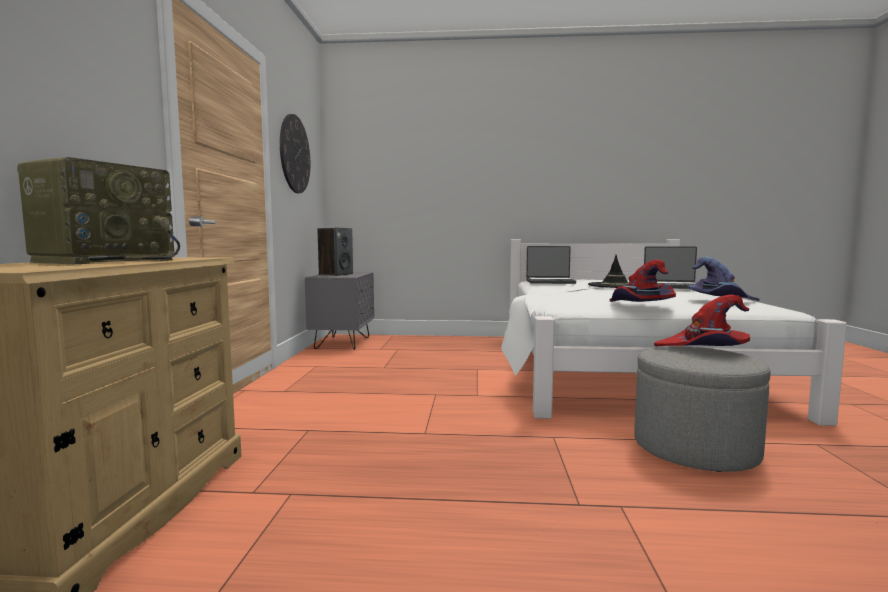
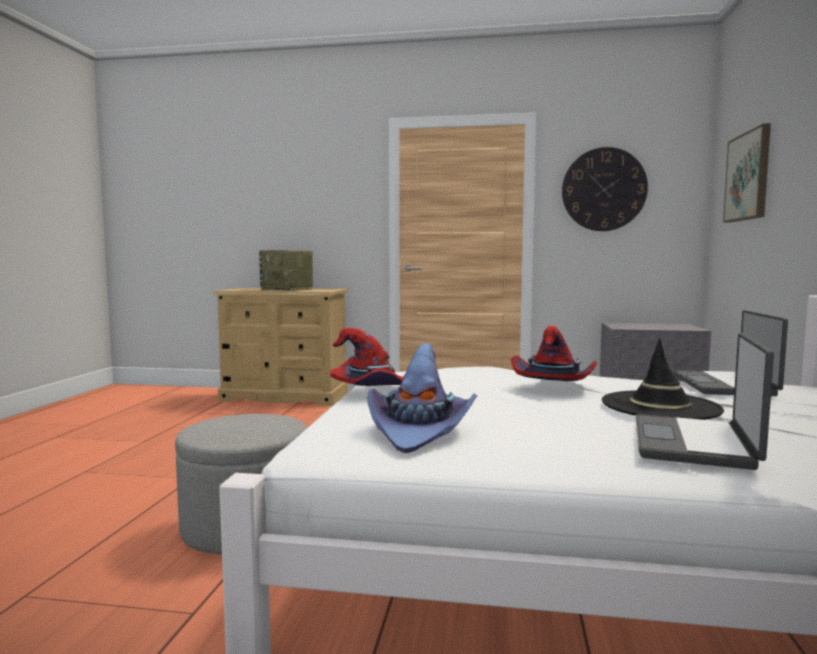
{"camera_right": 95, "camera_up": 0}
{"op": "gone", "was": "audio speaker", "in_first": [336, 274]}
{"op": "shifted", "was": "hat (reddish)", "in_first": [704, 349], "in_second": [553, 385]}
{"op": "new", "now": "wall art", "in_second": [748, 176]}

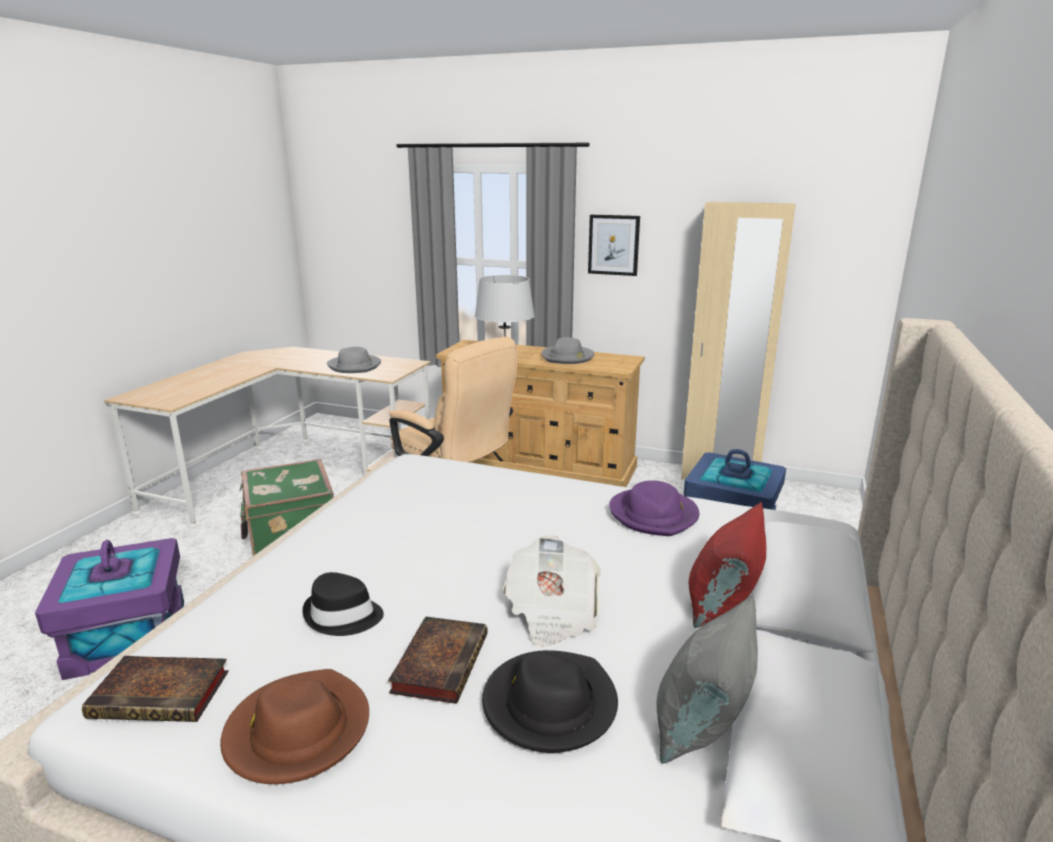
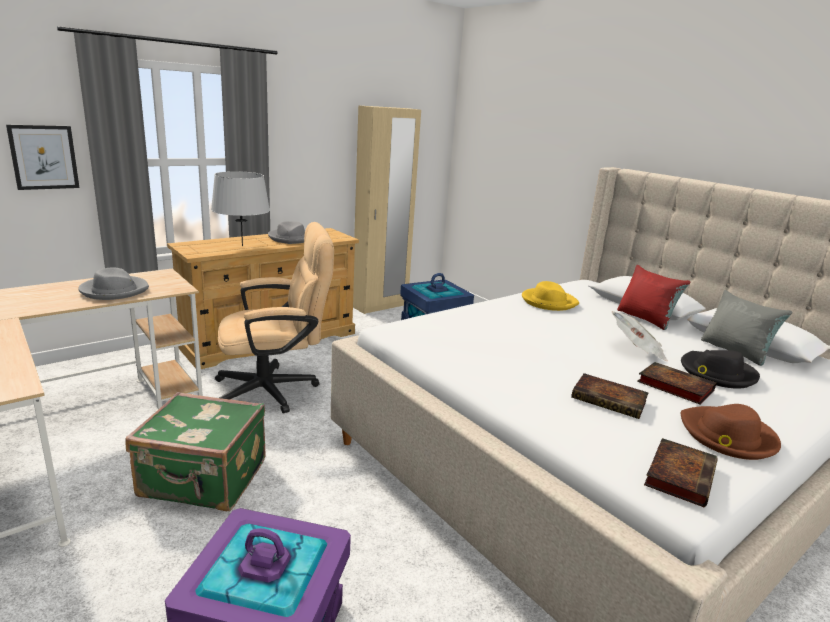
{"camera_right": -60, "camera_up": 0}
{"op": "swapped", "was": "hat (blackish)", "now": "volume", "in_first": [343, 616], "in_second": [610, 400]}
{"op": "shifted", "was": "wall art", "in_first": [613, 245], "in_second": [44, 157]}
{"op": "repainted", "was": "hat (purple)", "now": "hat (yellow)", "in_first": [654, 515], "in_second": [548, 302]}

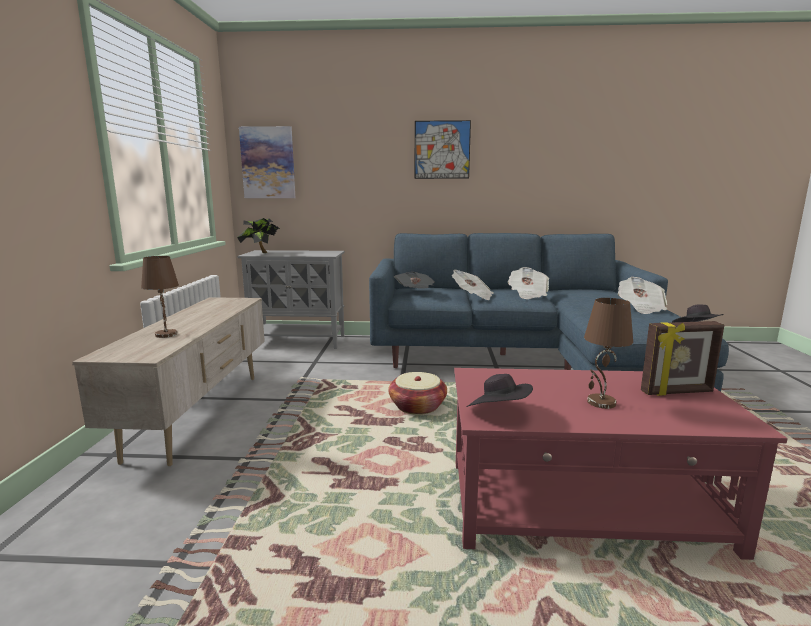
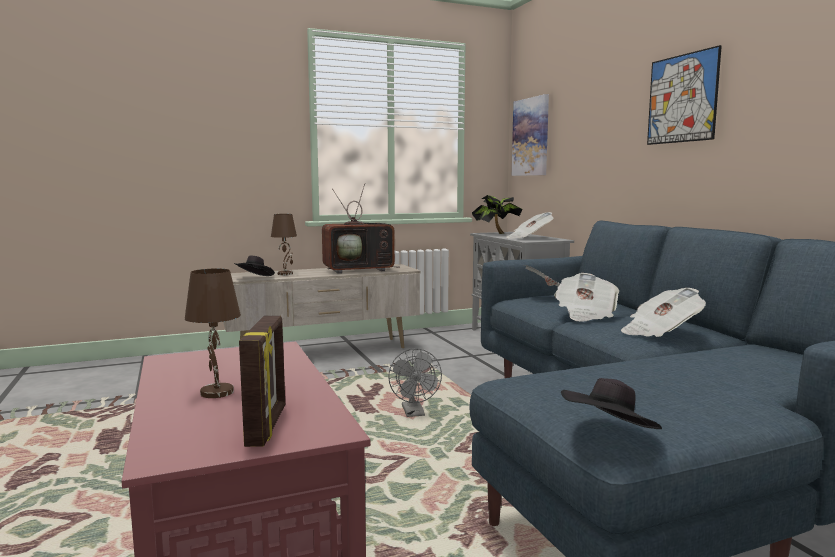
{"camera_right": 65, "camera_up": -5}
{"op": "swapped", "was": "basket", "now": "fan (gray)", "in_first": [417, 406], "in_second": [414, 413]}
{"op": "shifted", "was": "hat (blackish)", "in_first": [499, 412], "in_second": [255, 278]}
{"op": "shifted", "was": "daily paper", "in_first": [640, 308], "in_second": [529, 238]}
{"op": "rotated", "was": "standing frame", "in_first": [677, 392], "in_second": [268, 426], "clockwise": -150}
{"op": "new", "now": "television", "in_second": [360, 270]}

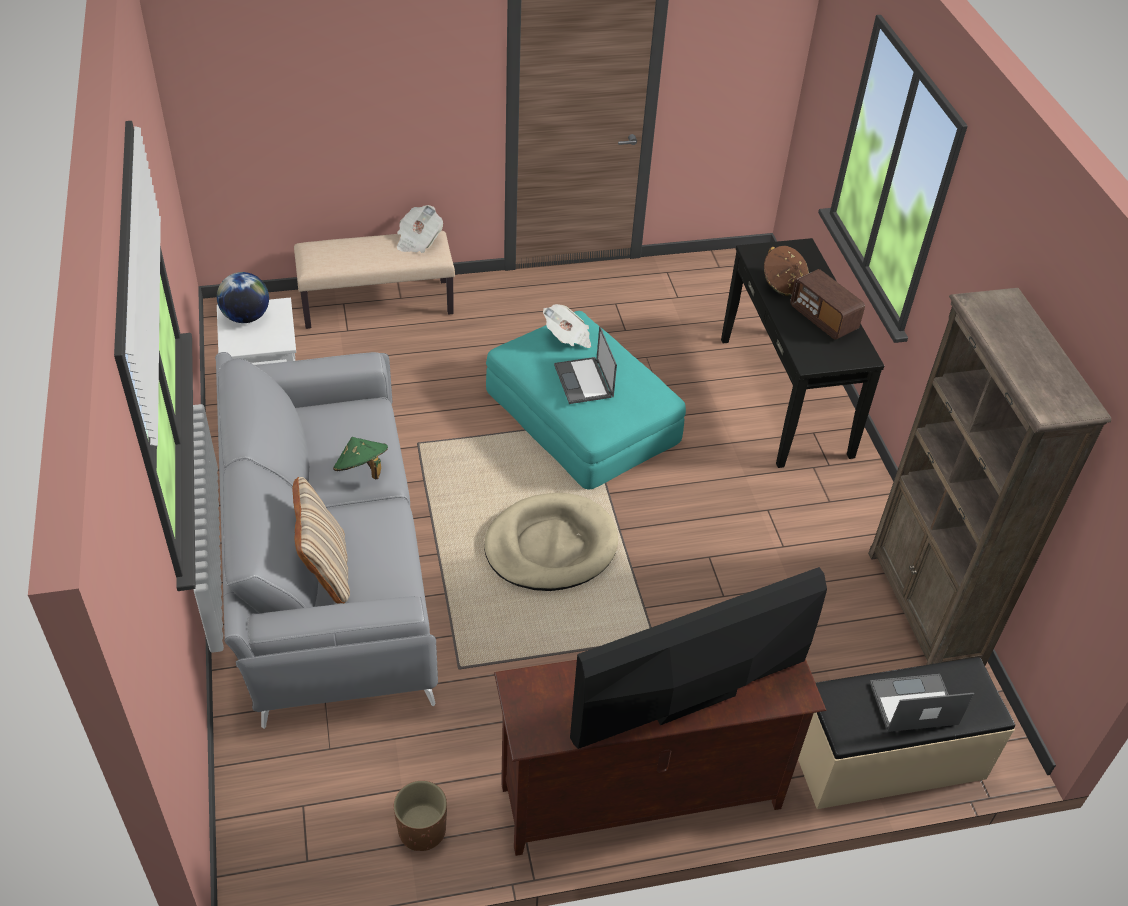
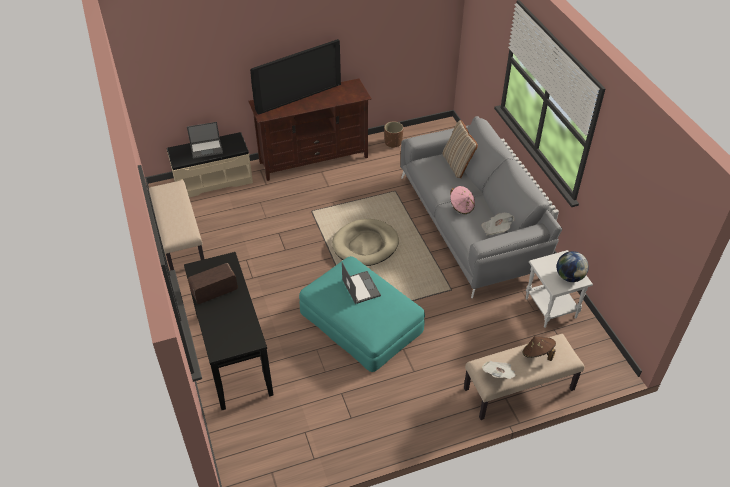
{"camera_right": 175, "camera_up": 0}
{"op": "repainted", "was": "hat (green-coloured)", "now": "hat (pink)", "in_first": [362, 470], "in_second": [461, 206]}
{"op": "shifted", "was": "daily paper", "in_first": [568, 337], "in_second": [496, 229]}
{"op": "shifted", "was": "hat (brown)", "in_first": [783, 284], "in_second": [537, 354]}
{"op": "rotated", "was": "radio set", "in_first": [823, 319], "in_second": [214, 291], "clockwise": -75}
{"op": "swapped", "was": "shelving unit (brown)", "now": "long seat (sand-coloured)", "in_first": [924, 609], "in_second": [179, 238]}

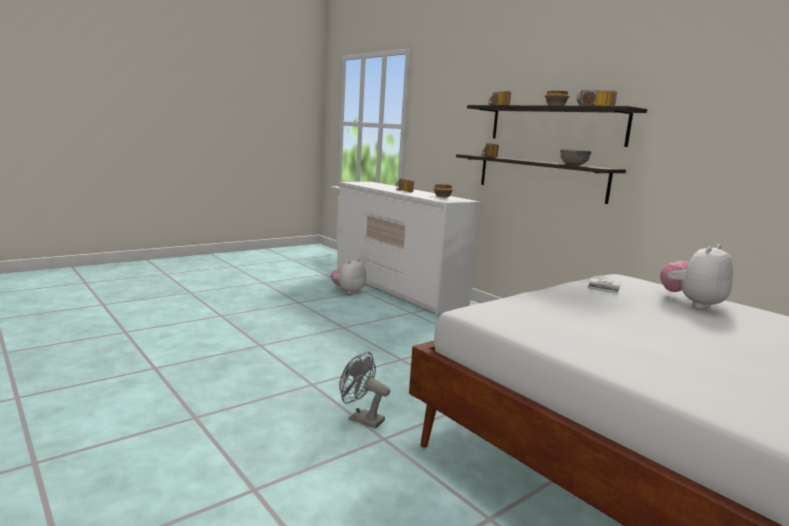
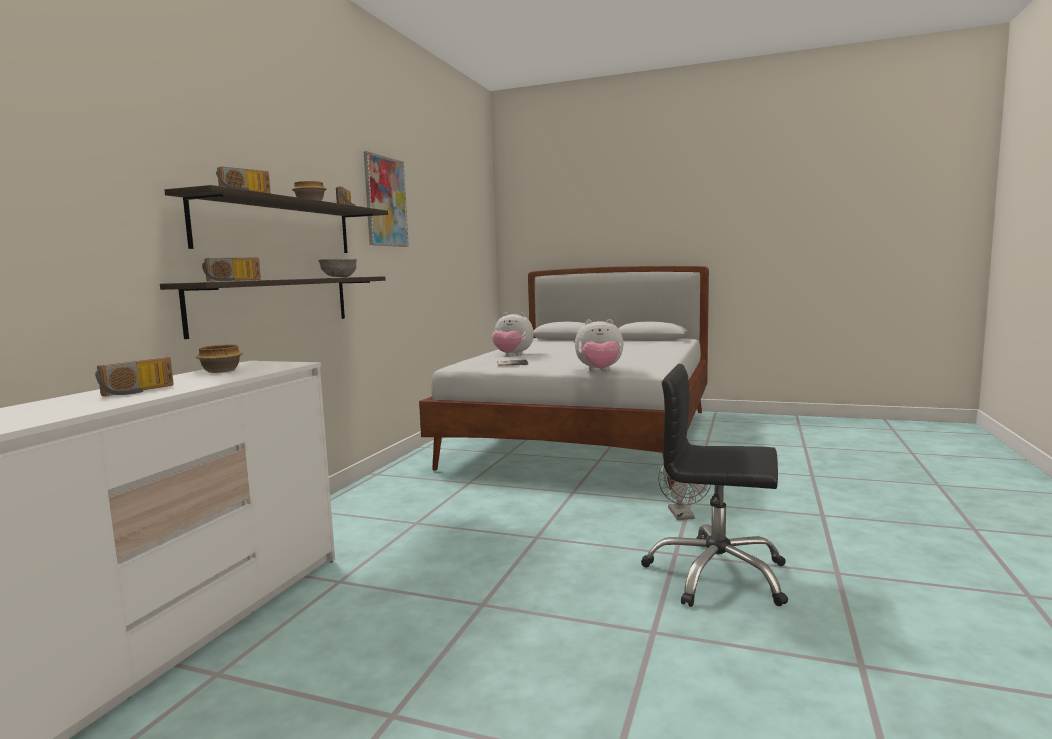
{"camera_right": -120, "camera_up": -5}
{"op": "shifted", "was": "plush toy", "in_first": [348, 291], "in_second": [599, 371]}
{"op": "new", "now": "wall art", "in_second": [385, 202]}
{"op": "new", "now": "desk chair (blackish)", "in_second": [717, 575]}

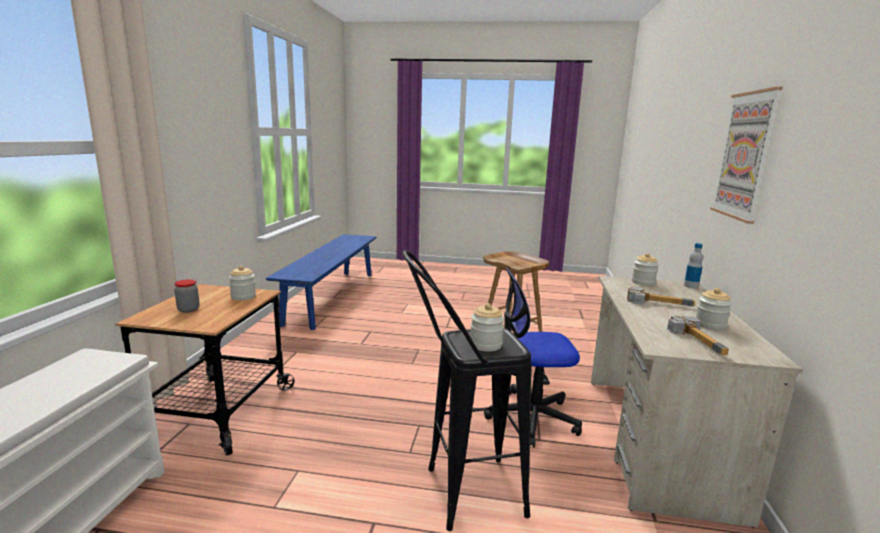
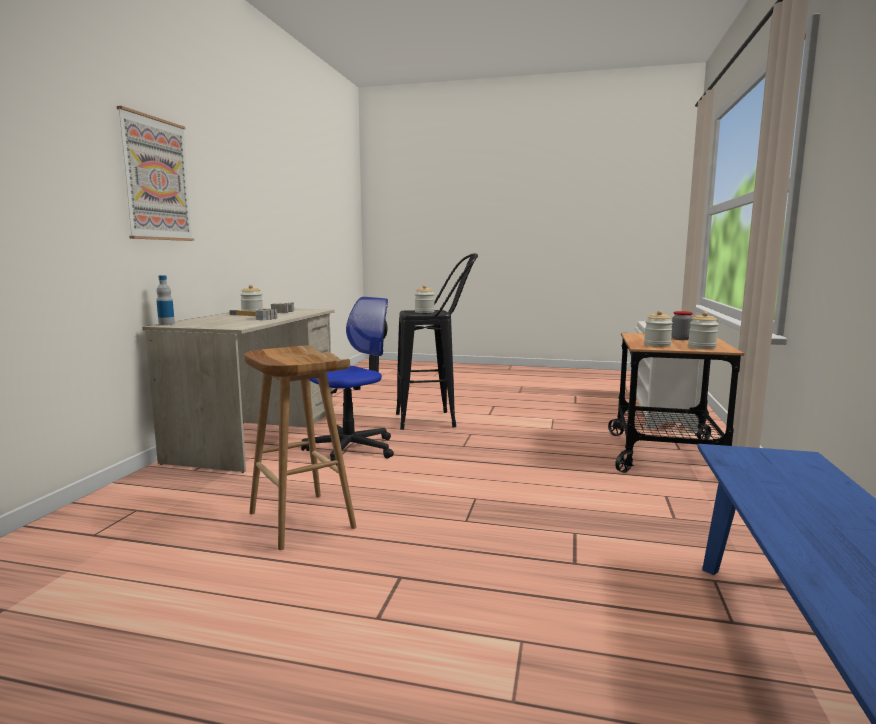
{"camera_right": -175, "camera_up": -5}
{"op": "rotated", "was": "desk chair", "in_first": [532, 417], "in_second": [351, 449], "clockwise": -45}
{"op": "shifted", "was": "storage jar", "in_first": [643, 282], "in_second": [702, 347]}

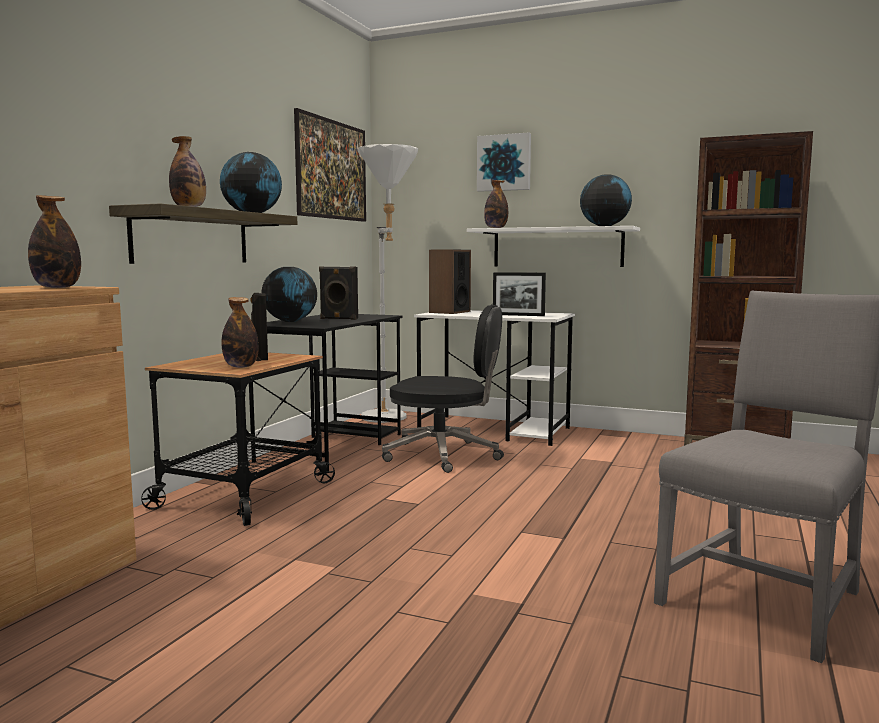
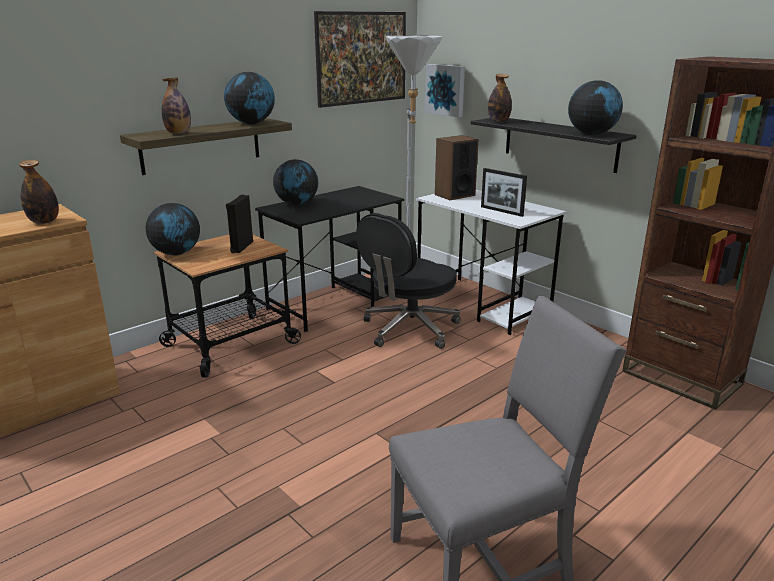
{"camera_right": 25, "camera_up": 15}
{"op": "gone", "was": "bottle", "in_first": [241, 366]}
{"op": "gone", "was": "audio speaker (blackish)", "in_first": [338, 319]}
{"op": "rotated", "was": "desk chair (blackish)", "in_first": [444, 455], "in_second": [409, 329], "clockwise": 90}
{"op": "repainted", "was": "bracket shelf (white-coloured)", "now": "bracket shelf (blackish)", "in_first": [557, 247], "in_second": [559, 143]}
{"op": "shifted", "was": "wall art", "in_first": [504, 163], "in_second": [445, 90]}
{"op": "new", "now": "desk globe", "in_second": [176, 253]}

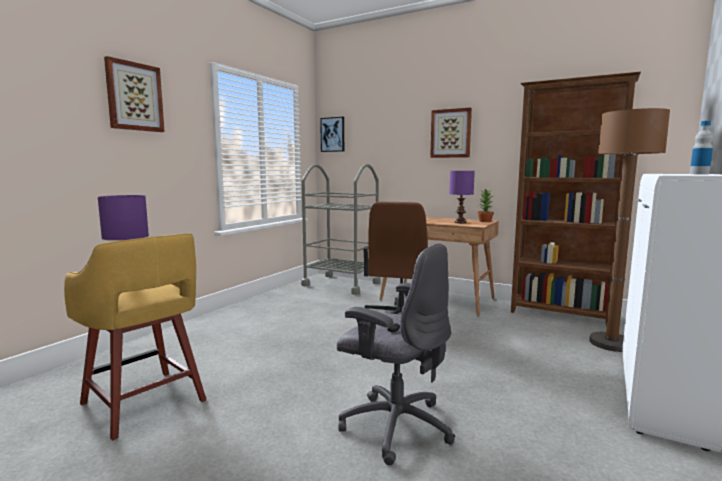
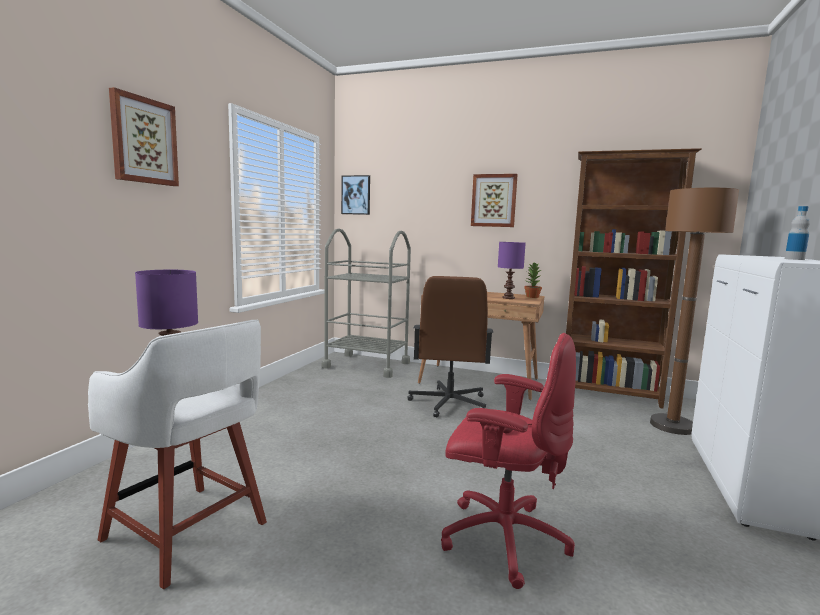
{"camera_right": -10, "camera_up": 0}
{"op": "repainted", "was": "stool seat (yellow)", "now": "stool seat (white-coloured)", "in_first": [144, 404], "in_second": [187, 533]}
{"op": "repainted", "was": "desk chair (gray)", "now": "desk chair (reddish)", "in_first": [395, 425], "in_second": [502, 537]}

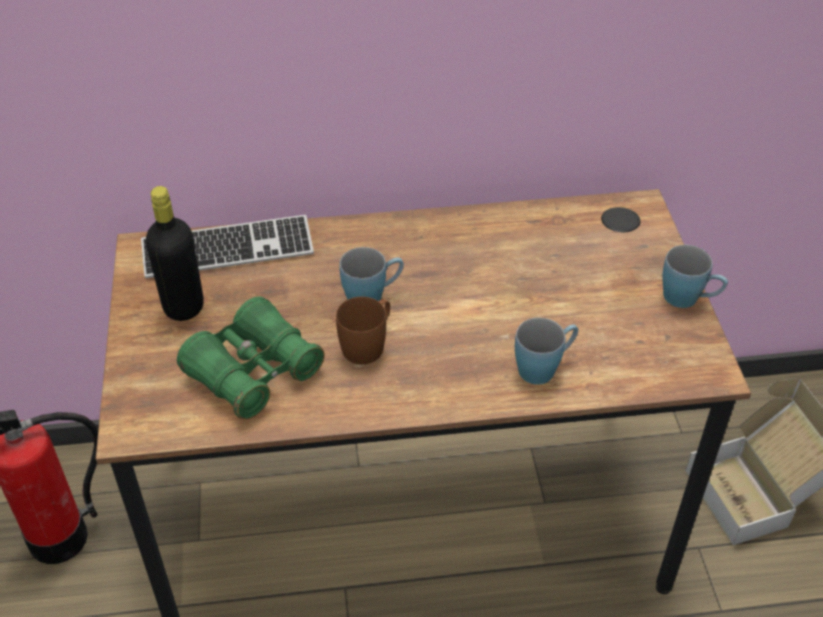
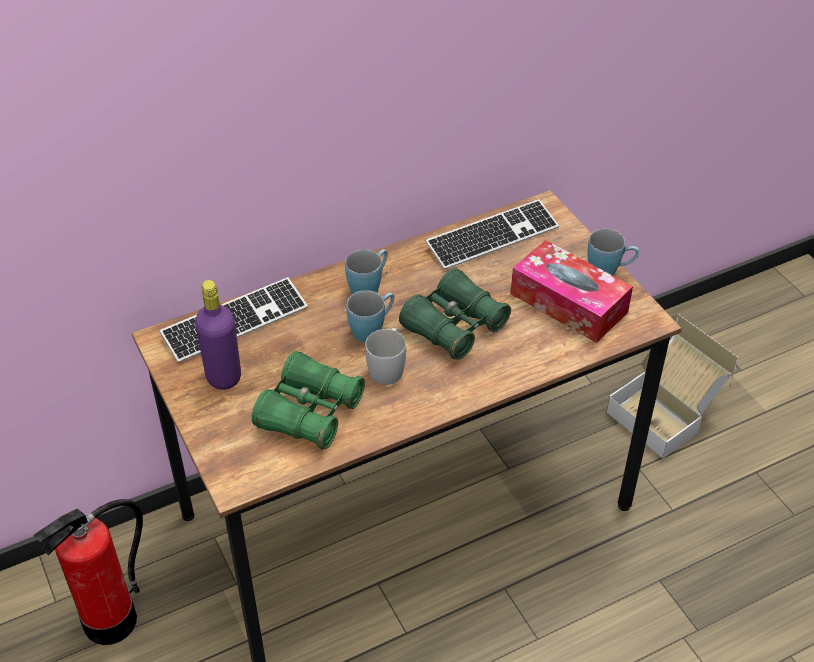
{"camera_right": -20, "camera_up": 0}
{"op": "repainted", "was": "bottle (blackish)", "now": "bottle (purple)", "in_first": [183, 307], "in_second": [223, 377]}
{"op": "repainted", "was": "mug (brown)", "now": "mug (white-coloured)", "in_first": [368, 344], "in_second": [388, 367]}
{"op": "shifted", "was": "mug (blue-coloured)", "in_first": [544, 367], "in_second": [369, 286]}
{"op": "new", "now": "field glasses (green-coloured)", "in_second": [454, 326]}
{"op": "new", "now": "computer keyboard", "in_second": [492, 237]}
{"op": "new", "now": "tissue holder", "in_second": [568, 303]}

